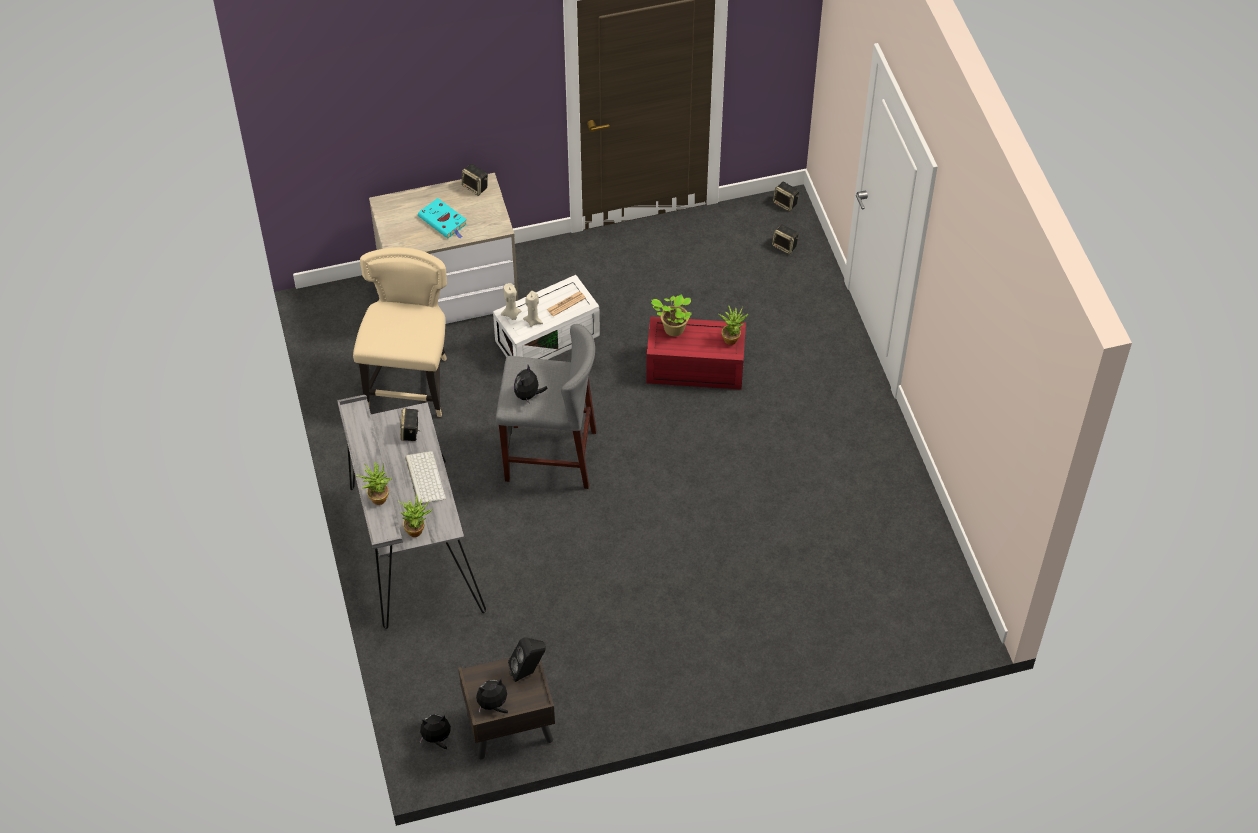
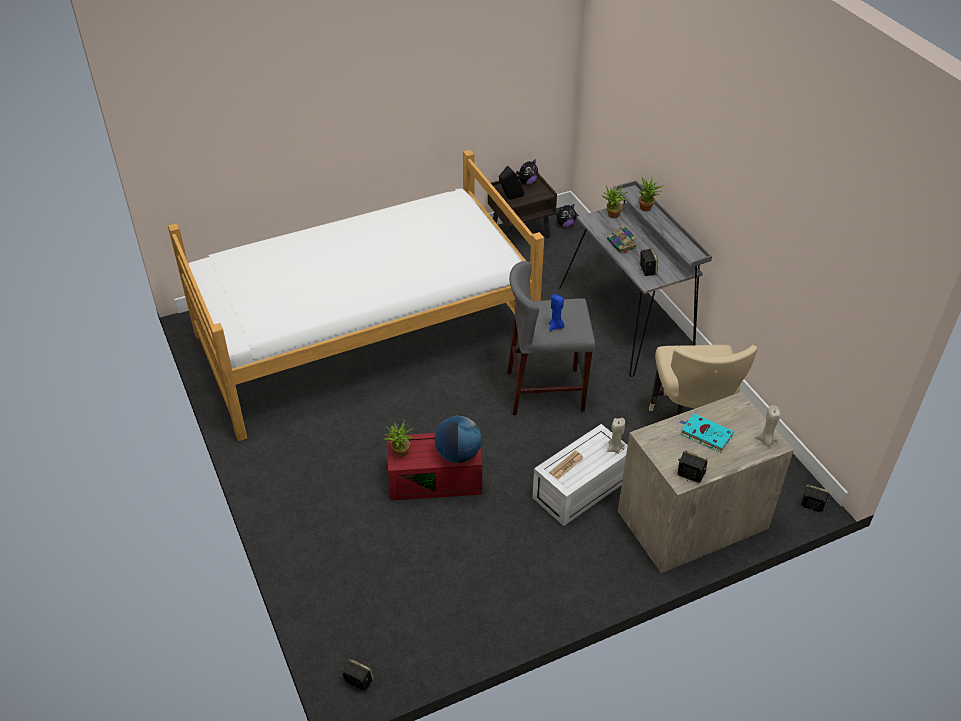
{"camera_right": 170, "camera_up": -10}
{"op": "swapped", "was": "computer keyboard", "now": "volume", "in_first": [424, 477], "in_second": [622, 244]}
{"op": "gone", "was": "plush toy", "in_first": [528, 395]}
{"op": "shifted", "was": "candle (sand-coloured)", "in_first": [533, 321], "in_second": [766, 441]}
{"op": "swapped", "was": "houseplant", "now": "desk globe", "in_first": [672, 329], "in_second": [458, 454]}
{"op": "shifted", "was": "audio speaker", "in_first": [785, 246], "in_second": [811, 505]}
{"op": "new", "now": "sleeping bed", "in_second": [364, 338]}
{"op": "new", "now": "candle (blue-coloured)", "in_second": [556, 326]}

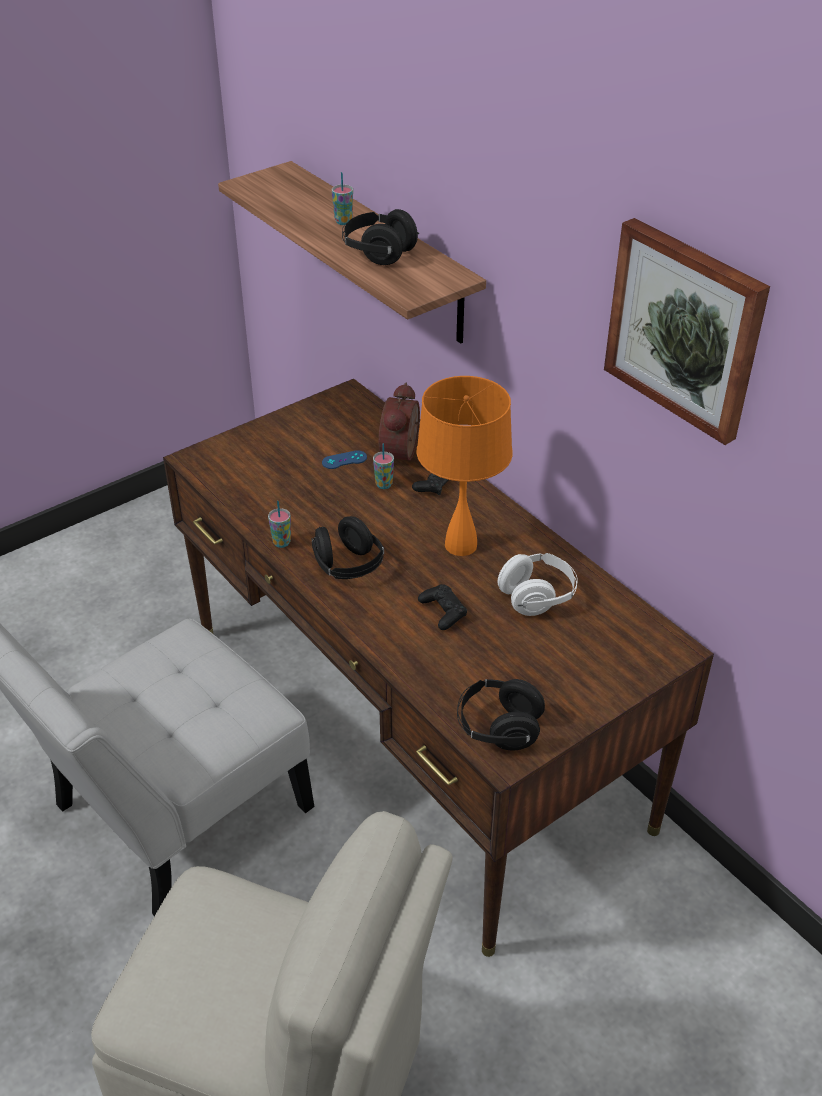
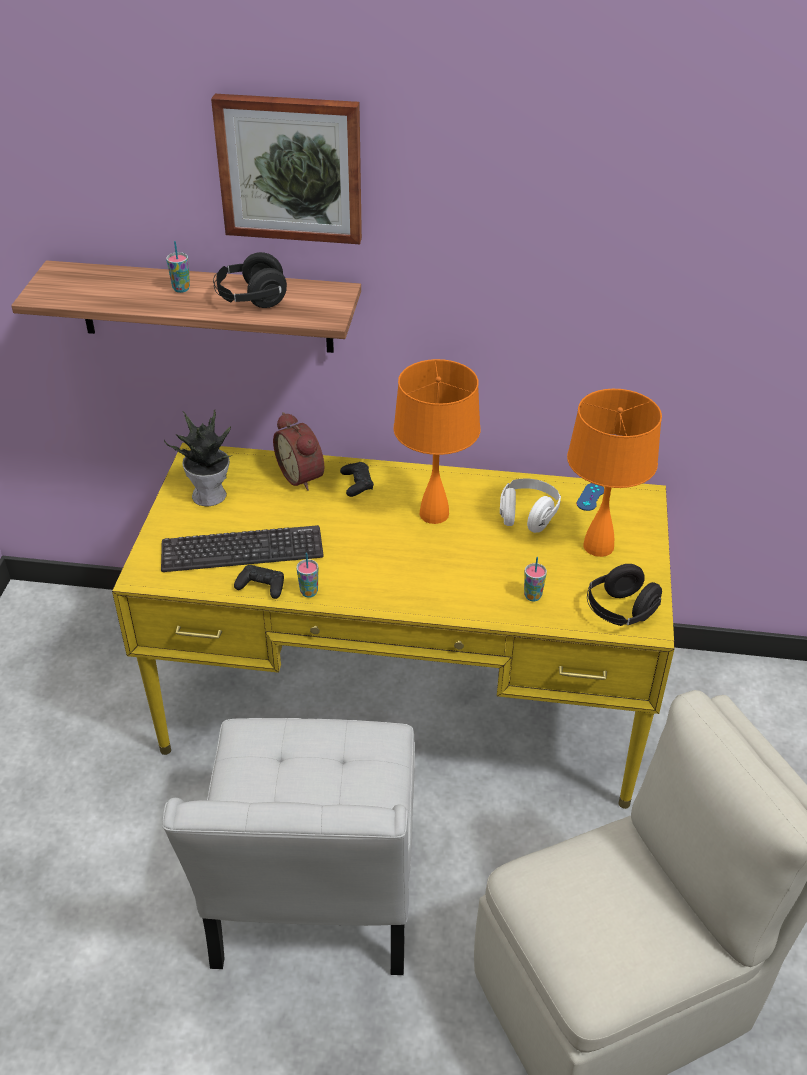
{"camera_right": -45, "camera_up": 0}
{"op": "repainted", "was": "desk (brown)", "now": "desk (yellow)", "in_first": [413, 725], "in_second": [403, 701]}
{"op": "gone", "was": "headset (blackish)", "in_first": [348, 566]}
{"op": "shifted", "was": "joypad (blue-coloured)", "in_first": [344, 460], "in_second": [590, 497]}
{"op": "shifted", "was": "drinking cup", "in_first": [384, 485], "in_second": [532, 596]}
{"op": "shifted", "was": "joypad (blackish)", "in_first": [443, 611], "in_second": [261, 586]}
{"op": "shifted", "was": "wall art", "in_first": [685, 329], "in_second": [291, 168]}
{"op": "new", "now": "computer keyboard", "in_second": [242, 550]}
{"op": "new", "now": "houseplant", "in_second": [211, 495]}
{"op": "new", "now": "lamp for a table (orangey)", "in_second": [598, 546]}

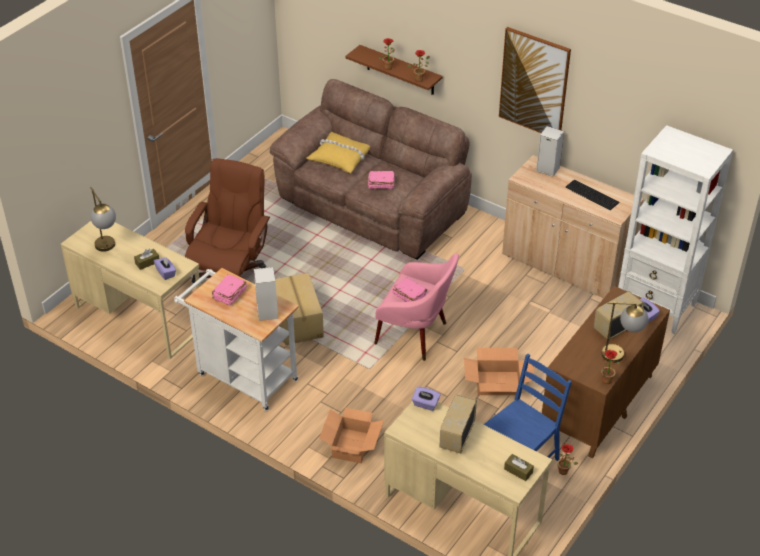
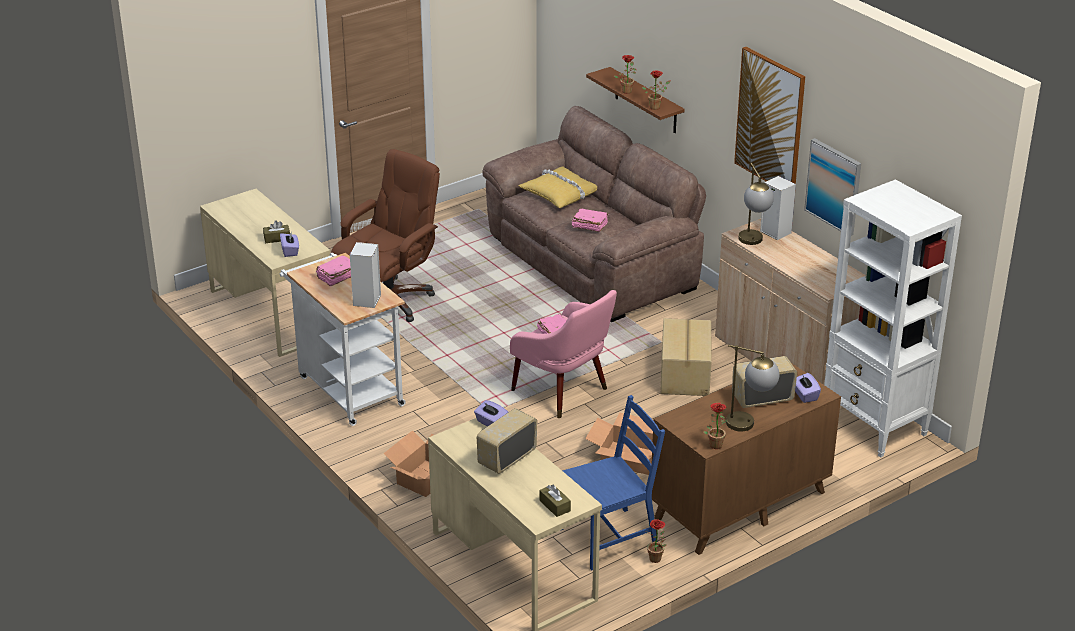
{"camera_right": 20, "camera_up": -10}
{"op": "shifted", "was": "lamp for a table", "in_first": [108, 249], "in_second": [753, 243]}
{"op": "shifted", "was": "carton", "in_first": [298, 320], "in_second": [686, 373]}
{"op": "gone", "was": "computer keyboard", "in_first": [592, 195]}
{"op": "new", "now": "wall art", "in_second": [834, 186]}

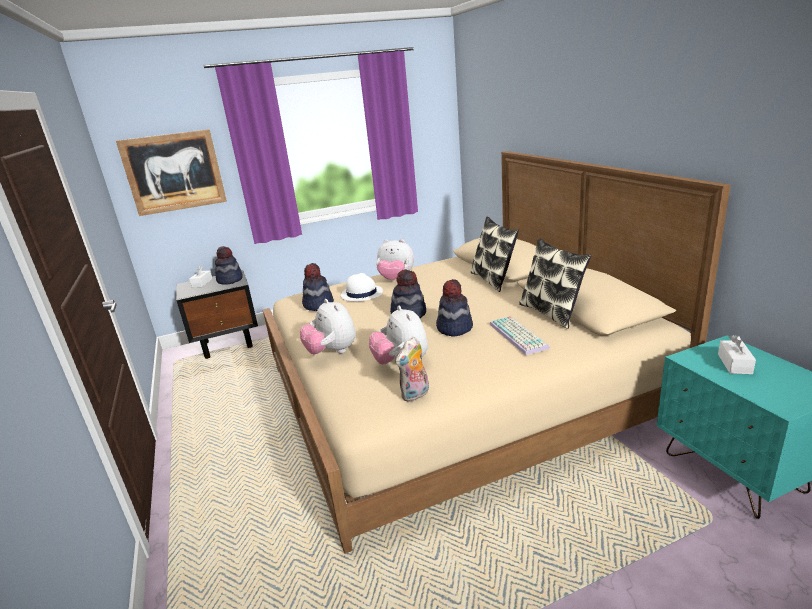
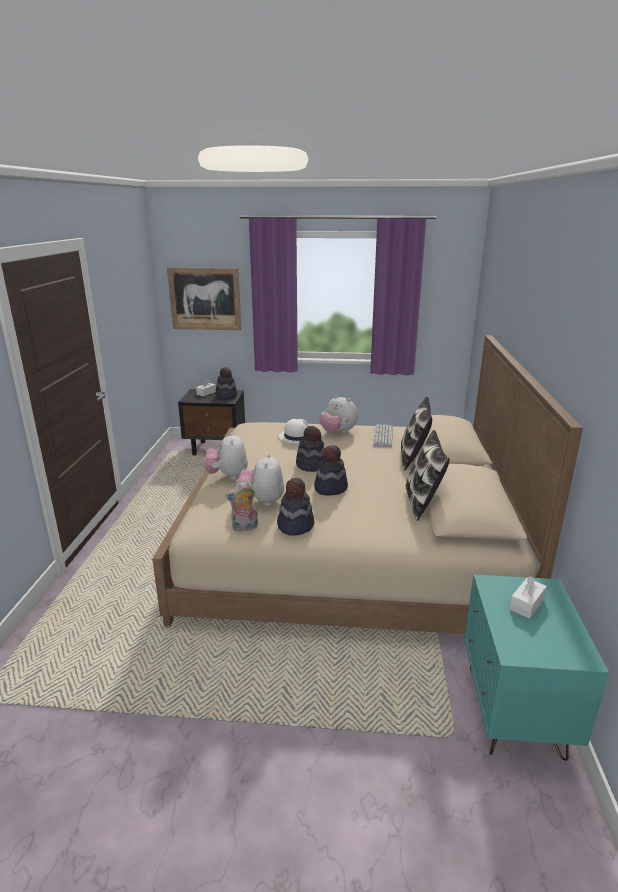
{"camera_right": 25, "camera_up": 0}
{"op": "shifted", "was": "hat", "in_first": [318, 305], "in_second": [295, 525]}
{"op": "shifted", "was": "computer keyboard", "in_first": [519, 336], "in_second": [384, 436]}

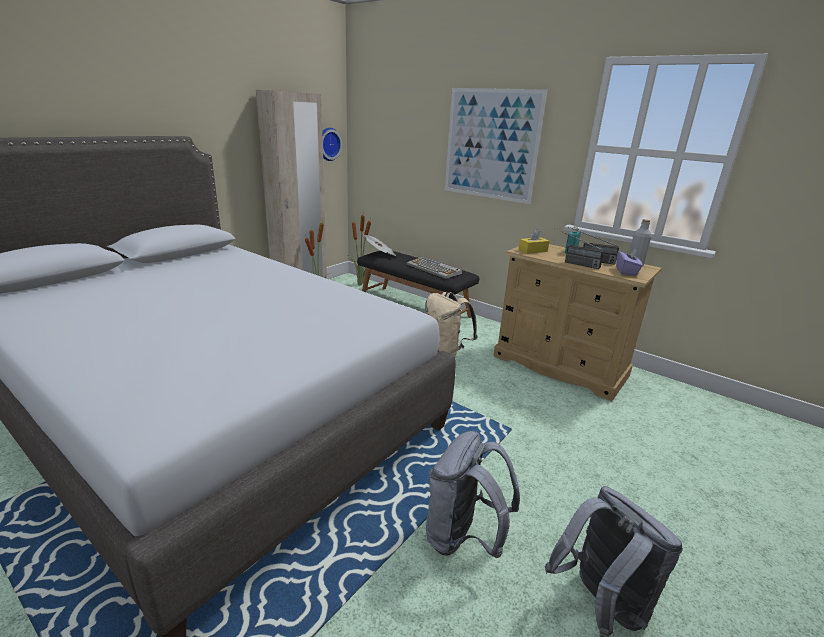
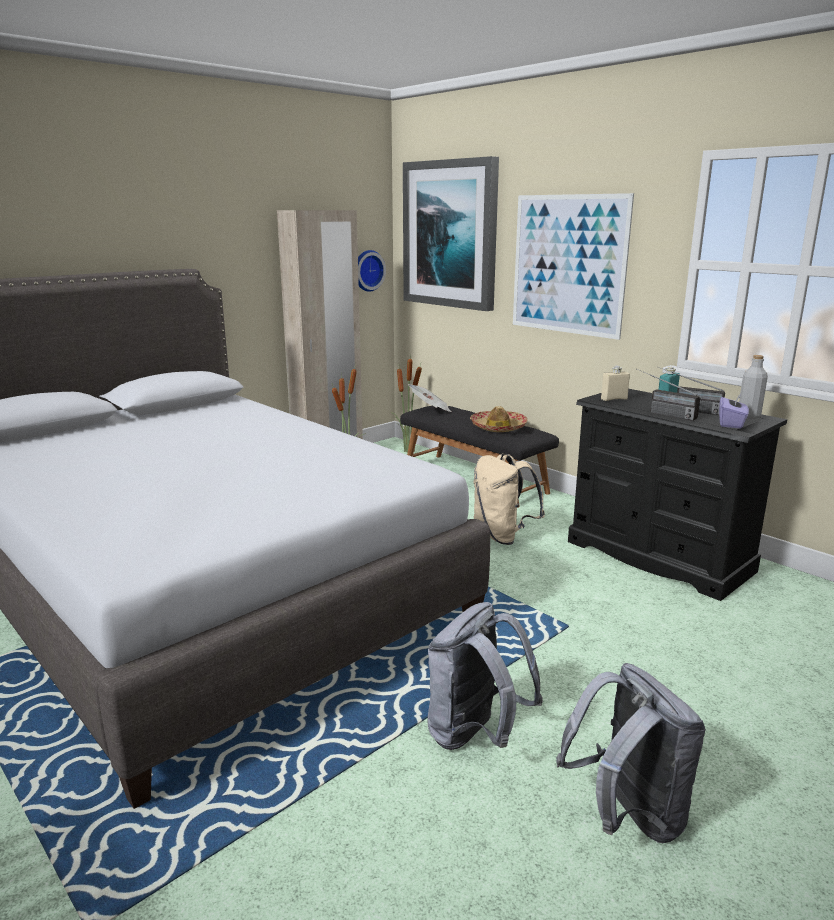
{"camera_right": 10, "camera_up": -5}
{"op": "swapped", "was": "computer keyboard", "now": "hat", "in_first": [434, 269], "in_second": [498, 427]}
{"op": "repainted", "was": "drawer chest (sand-coloured)", "now": "drawer chest (blackish)", "in_first": [559, 366], "in_second": [658, 556]}
{"op": "swapped", "was": "tissue holder (yellow)", "now": "bottle (sand-coloured)", "in_first": [533, 251], "in_second": [614, 399]}
{"op": "new", "now": "wall art", "in_second": [450, 234]}

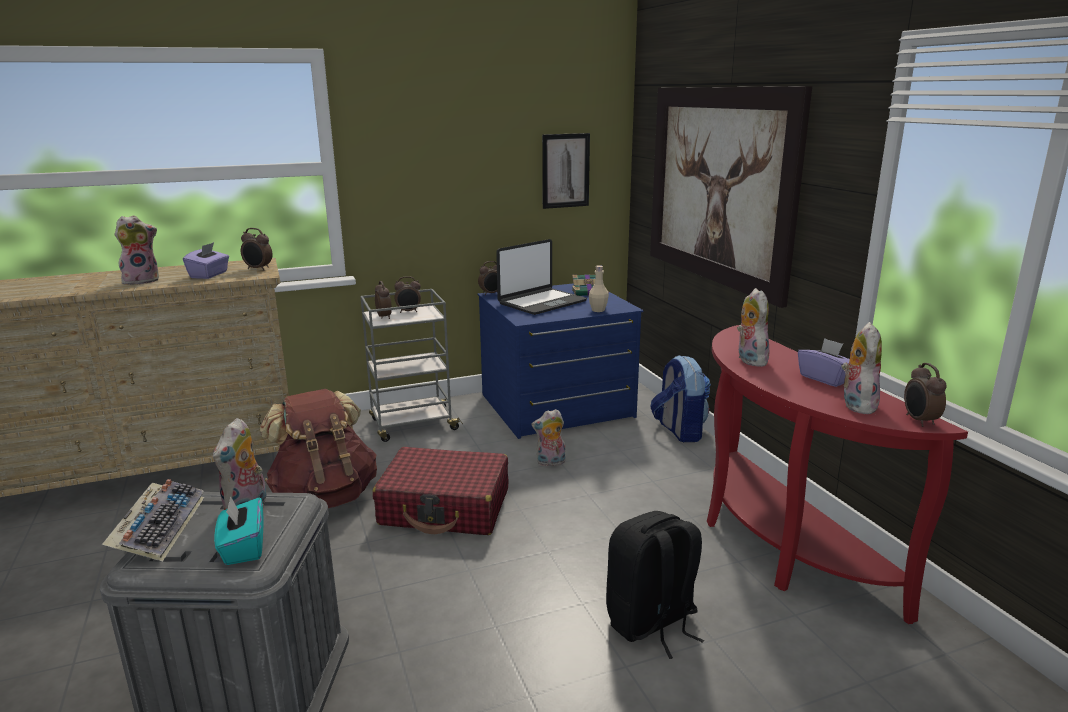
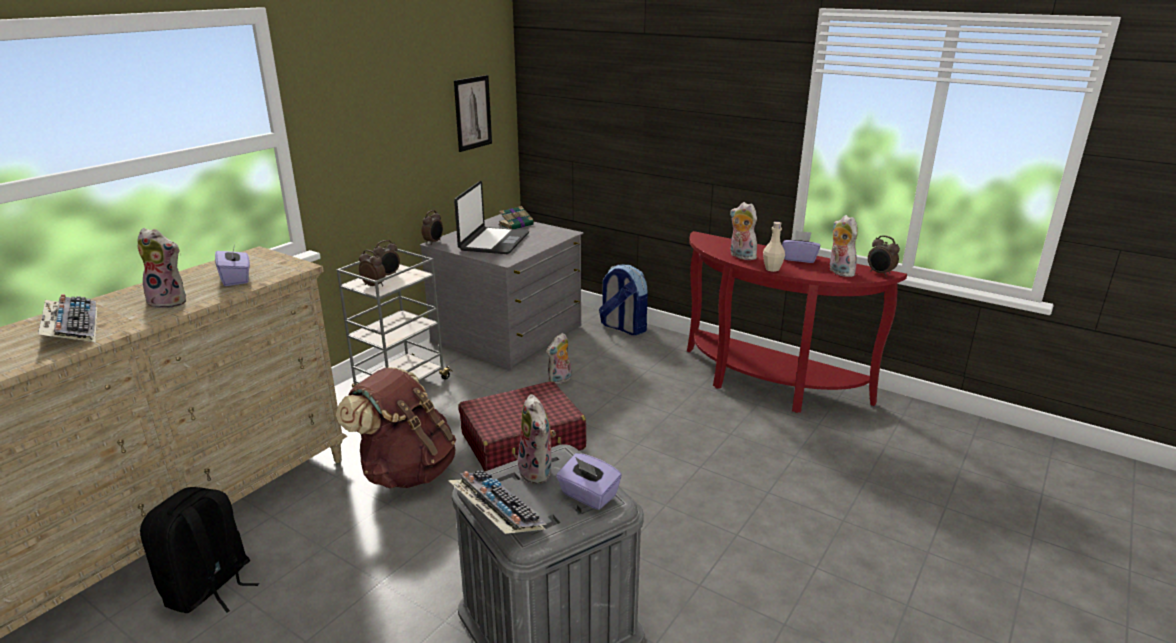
{"camera_right": -35, "camera_up": 5}
{"op": "rotated", "was": "plush toy", "in_first": [142, 281], "in_second": [170, 301], "clockwise": 75}
{"op": "repainted", "was": "tissue holder (turquoise-coloured)", "now": "tissue holder (purple)", "in_first": [243, 548], "in_second": [588, 495]}
{"op": "gone", "was": "bedside clock", "in_first": [258, 269]}
{"op": "repainted", "was": "drawer chest (blue-coloured)", "now": "drawer chest (gray)", "in_first": [557, 406], "in_second": [509, 334]}
{"op": "shifted", "was": "bottle (sand-coloured)", "in_first": [598, 310], "in_second": [772, 269]}
{"op": "shifted", "was": "backpack (blackish)", "in_first": [652, 623], "in_second": [209, 588]}
{"op": "gone", "was": "wall art", "in_first": [718, 186]}
{"op": "new", "now": "computer keyboard", "in_second": [71, 327]}

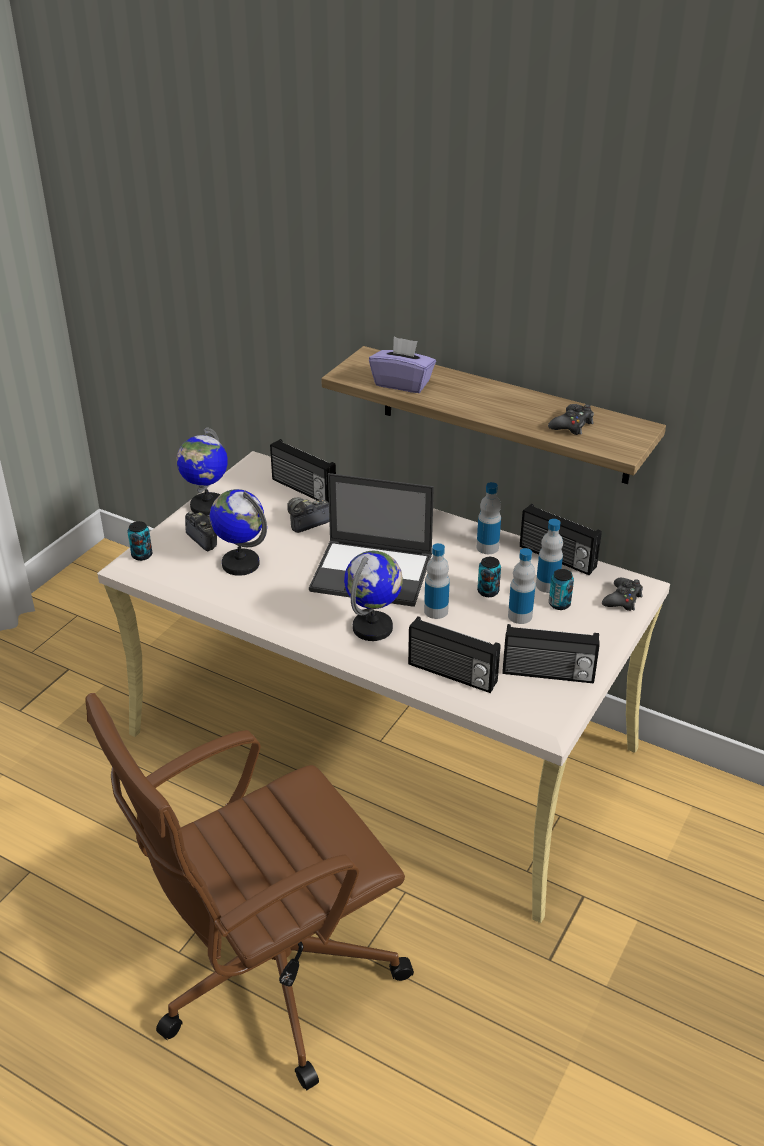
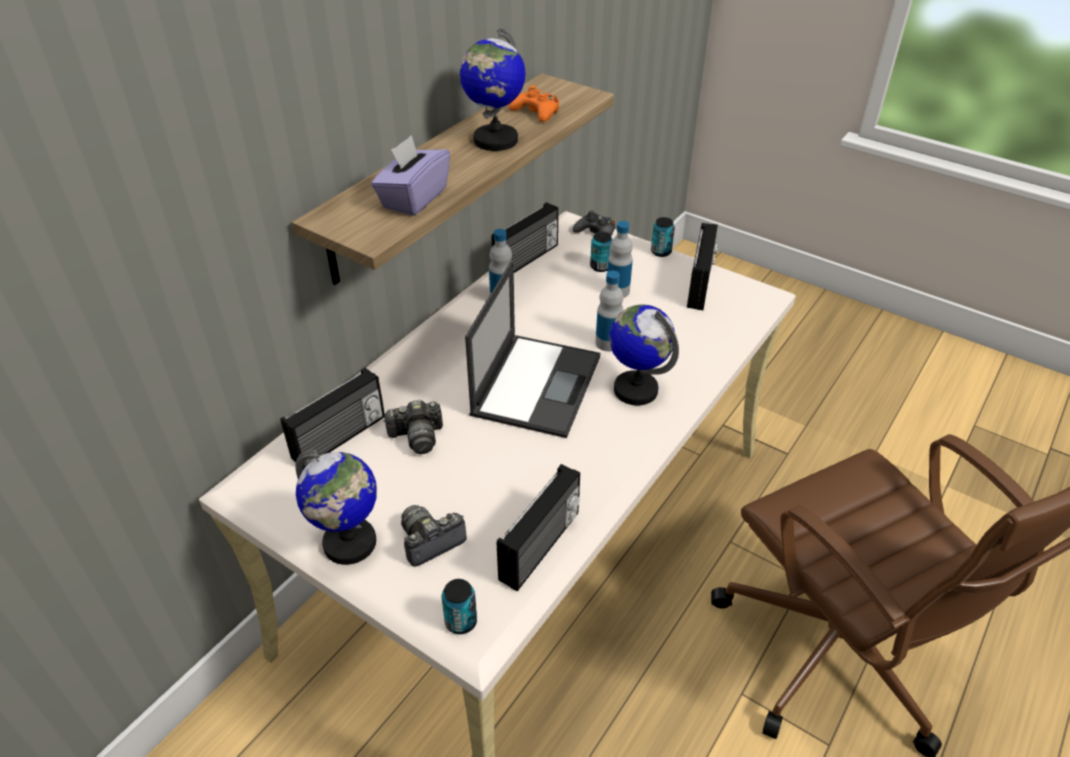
{"camera_right": -85, "camera_up": 5}
{"op": "shifted", "was": "desk globe", "in_first": [240, 563], "in_second": [495, 140]}
{"op": "rotated", "was": "still camera", "in_first": [306, 521], "in_second": [417, 437], "clockwise": -75}
{"op": "shifted", "was": "radio set", "in_first": [451, 674], "in_second": [541, 547]}
{"op": "shifted", "was": "metal can", "in_first": [488, 591], "in_second": [661, 252]}
{"op": "gone", "was": "bottle", "in_first": [547, 585]}
{"op": "repainted", "was": "joypad (blackish)", "now": "joypad (orangey)", "in_first": [572, 425], "in_second": [536, 112]}

